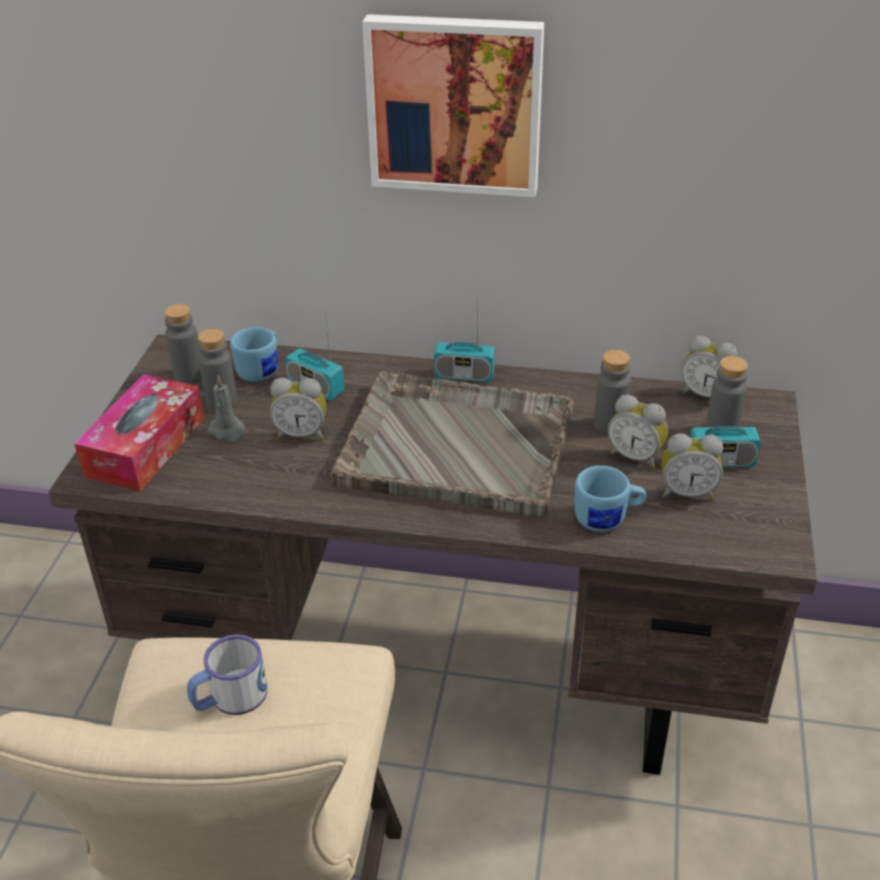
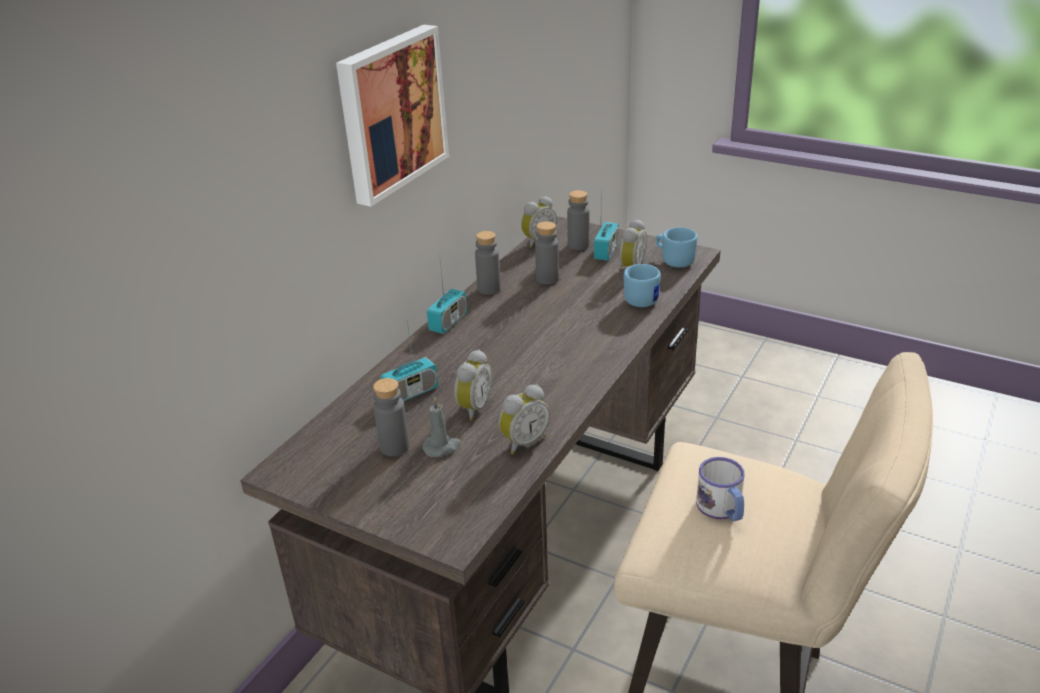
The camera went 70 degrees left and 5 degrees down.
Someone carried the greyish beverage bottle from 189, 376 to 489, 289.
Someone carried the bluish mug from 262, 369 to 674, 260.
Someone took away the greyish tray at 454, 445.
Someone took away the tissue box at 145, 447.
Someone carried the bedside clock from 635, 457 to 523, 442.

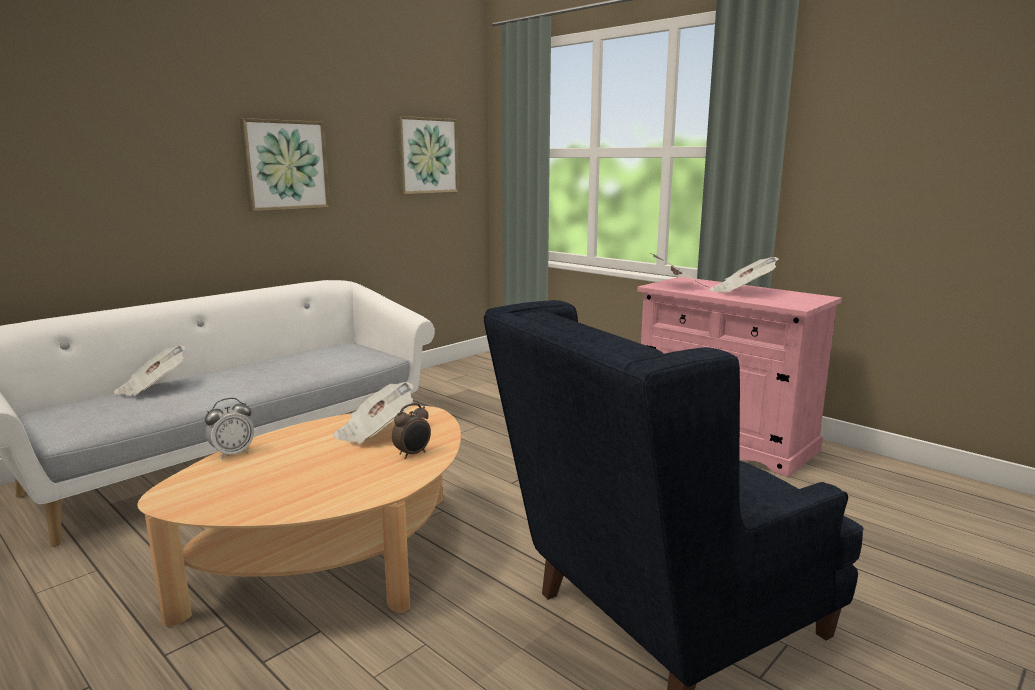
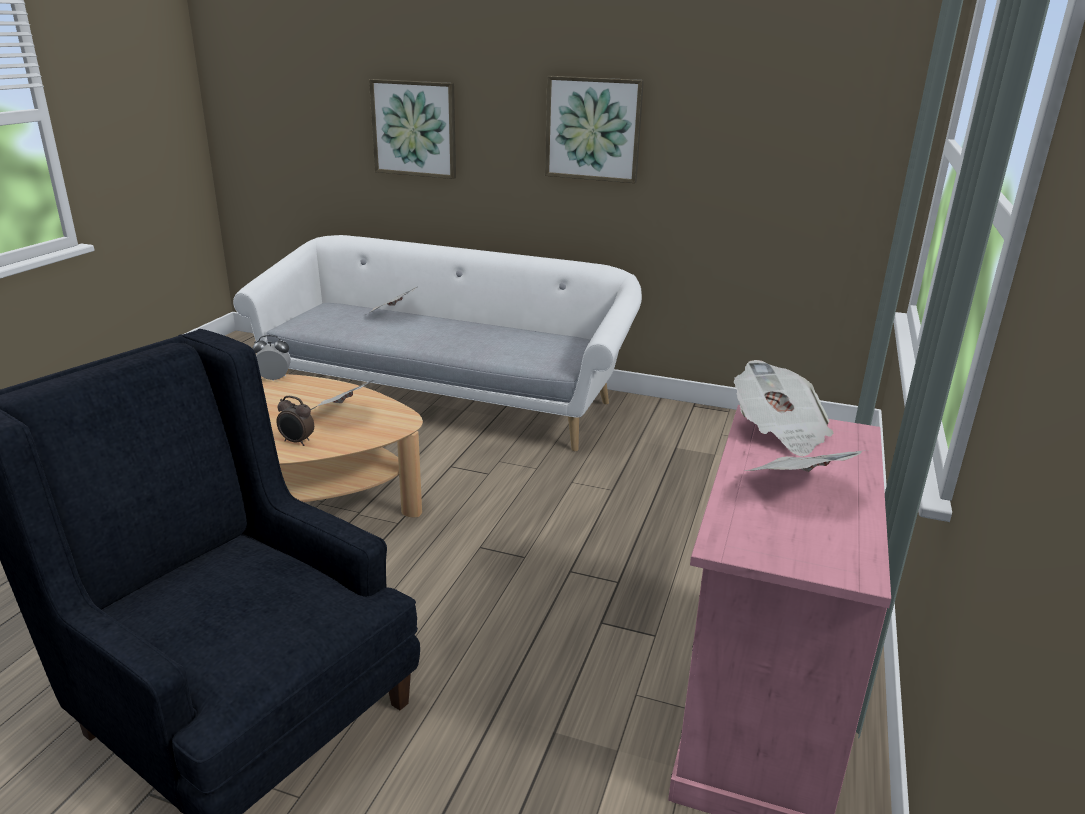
The camera went 65 degrees right and 10 degrees up.
Someone carried the wall art from 427, 155 to 414, 128.
Someone rotated the bedside clock at 232, 453 by 150 degrees clockwise.

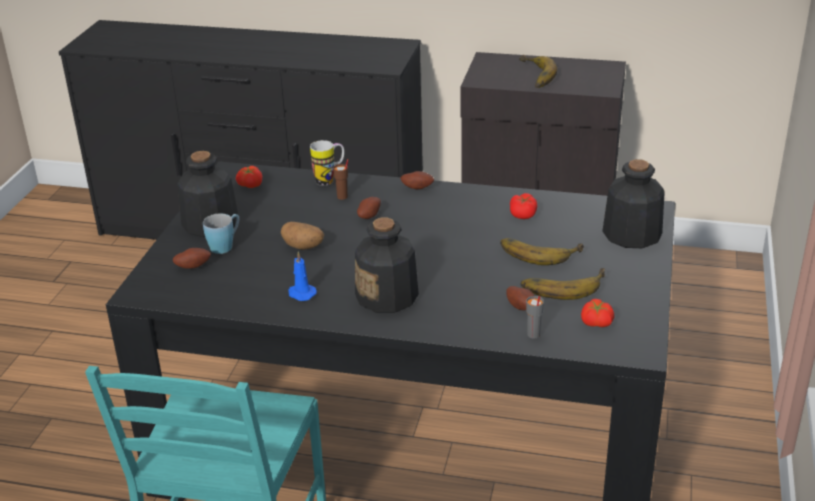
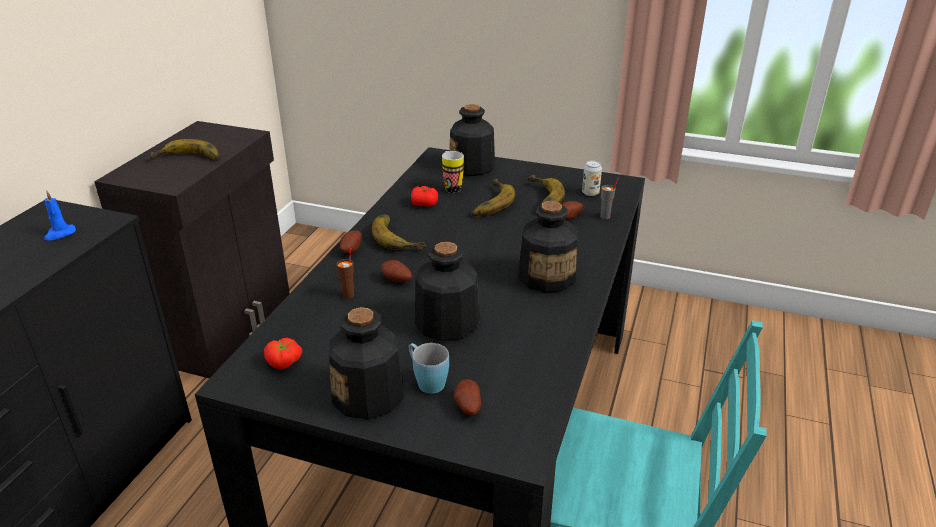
The camera went 85 degrees left and 0 degrees up.
Someone carried the mug from 329, 180 to 451, 187.
Someone swapped the spud at 303, 247 for the beverage bottle at 446, 323.
Someone carried the bluish wax candle from 301, 293 to 60, 234.
Someone swapped the tomato at 595, 323 for the metal can at 590, 193.
Someone put down the banana at 400, 236.

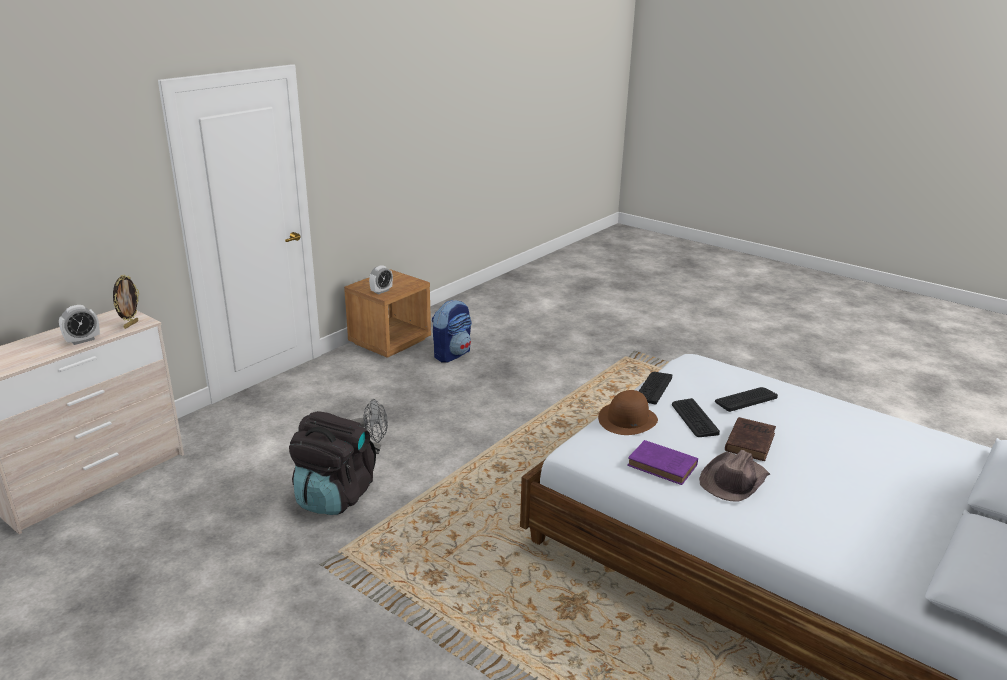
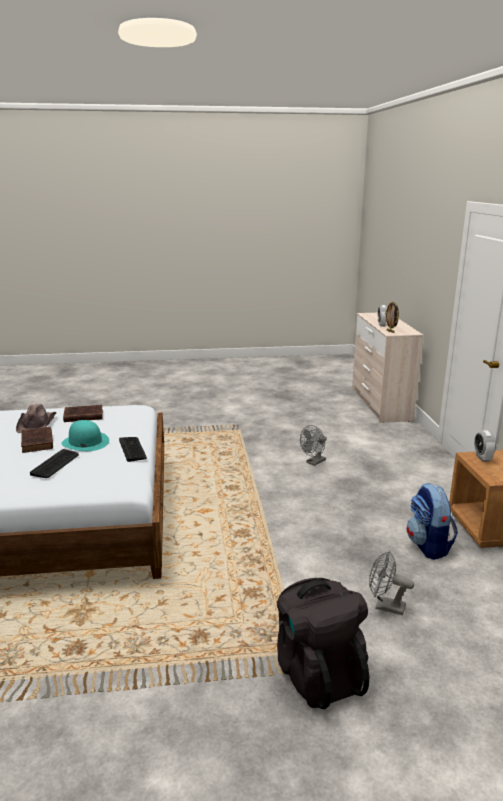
The camera went 135 degrees right and 5 degrees down.
Someone took away the brownish clothing hat at 627, 419.
Someone swapped the PC keyboard at 694, 418 for the turquoise clothing hat at 85, 442.
Someone carried the black-coloured backpack from 334, 496 to 317, 673.
Someone repainted the purple volume at 664, 466, which became the brownish volume at 82, 416.
Someone put down the greyish cooling fan at 385, 606.

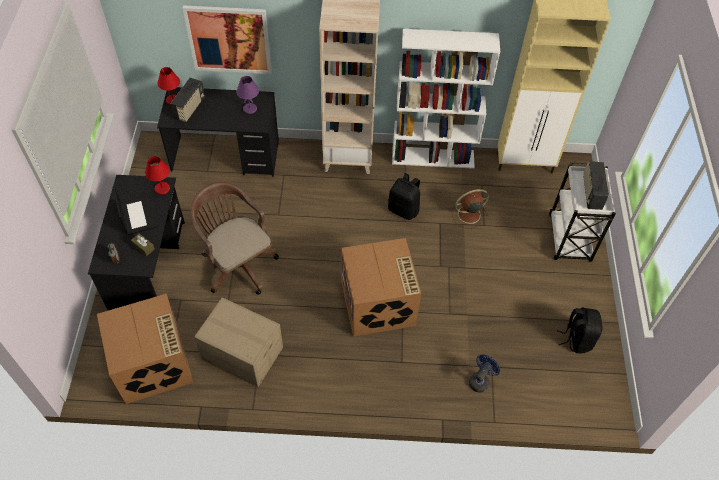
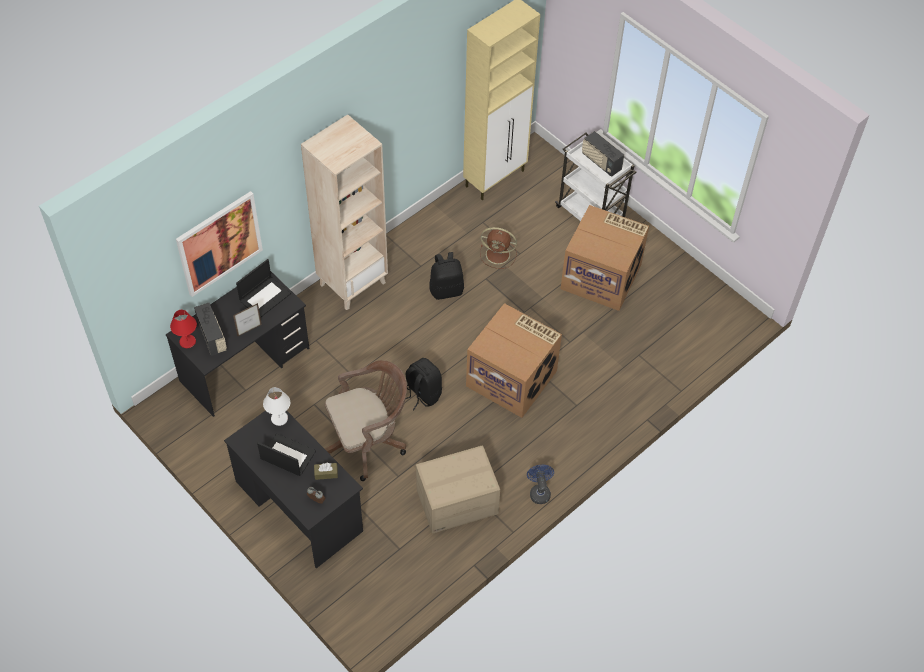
The camera went 45 degrees left and 0 degrees up.
Someone took away the white shelving unit at 433, 157.
Someone swapped the purple tabletop lamp at 250, 109 for the portable computer at 265, 296.
Someone repainted the reddish tabletop lamp at 162, 189, which became the white tabletop lamp at 279, 418.
Someone rotated the brownish office chair at 237, 263 by 150 degrees clockwise.
Someone rotated the brownish cooling fan at 468, 214 by 105 degrees counterclockwise.
Someone carried the packing box from 154, 364 to 602, 276.
Someone carried the black-coloured backpack from 576, 339 to 422, 394.
Someone carried the bluish cooling fan from 480, 380 to 539, 491.
Someone put down the picture frame at 249, 330.

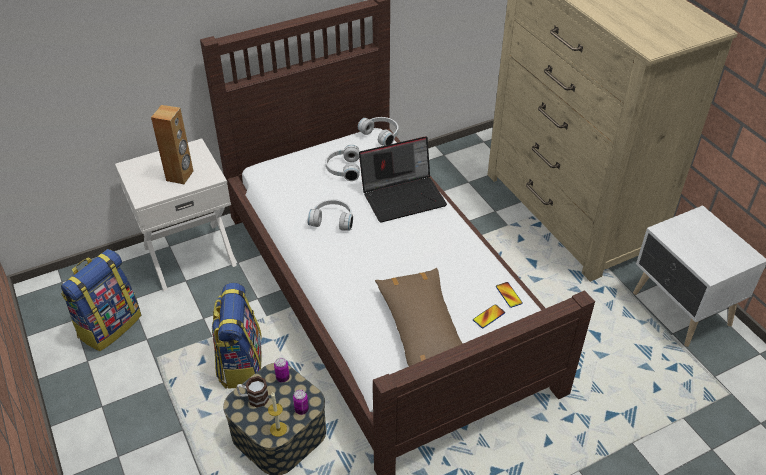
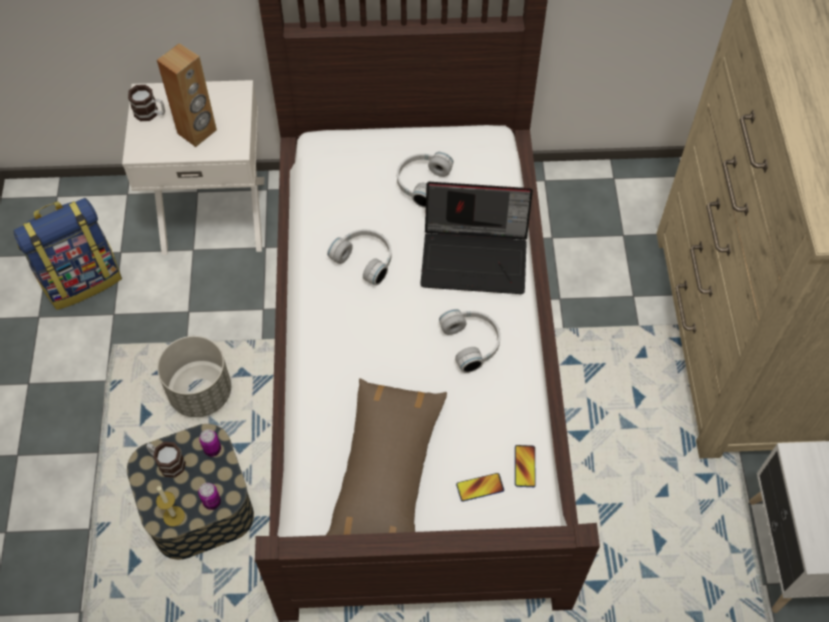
The camera went 25 degrees right and 15 degrees up.
Someone carried the white headphones from 381, 134 to 473, 342.
Someone swapped the backpack at 240, 363 for the greyish planter at 200, 392.
Someone put down the mug at 151, 113.

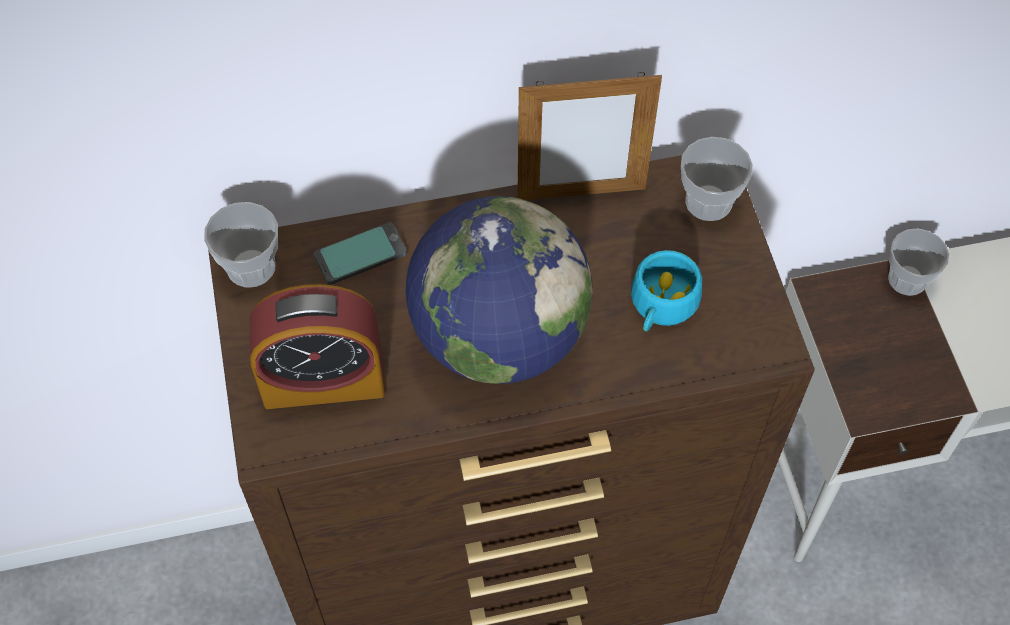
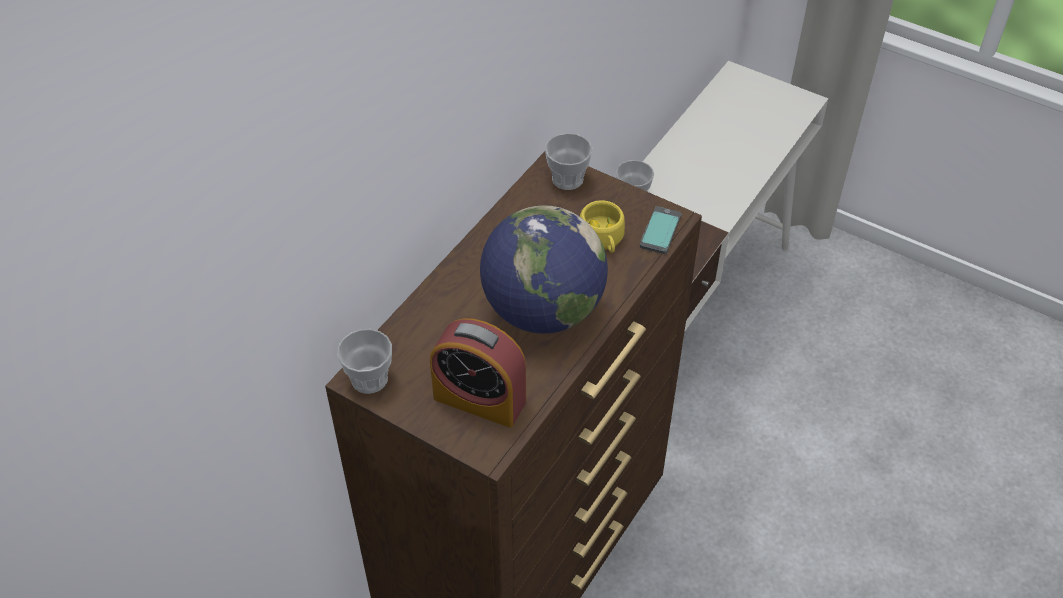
The camera went 45 degrees left and 10 degrees down.
Someone took away the picture frame at 581, 193.
Someone carried the phone from 360, 254 to 660, 231.
Someone repainted the turquoise small cup at 661, 306, which became the yellowish small cup at 602, 240.
Someone rotated the bedside clock at 323, 380 by 75 degrees clockwise.

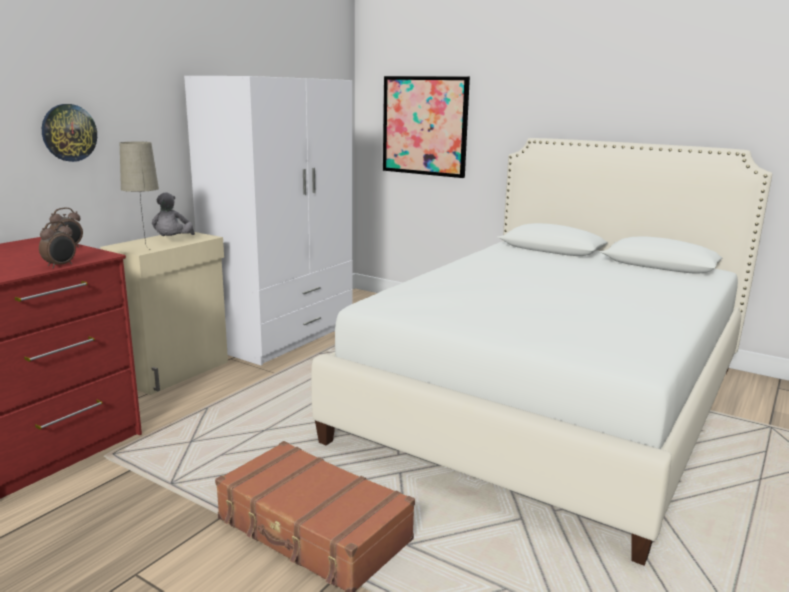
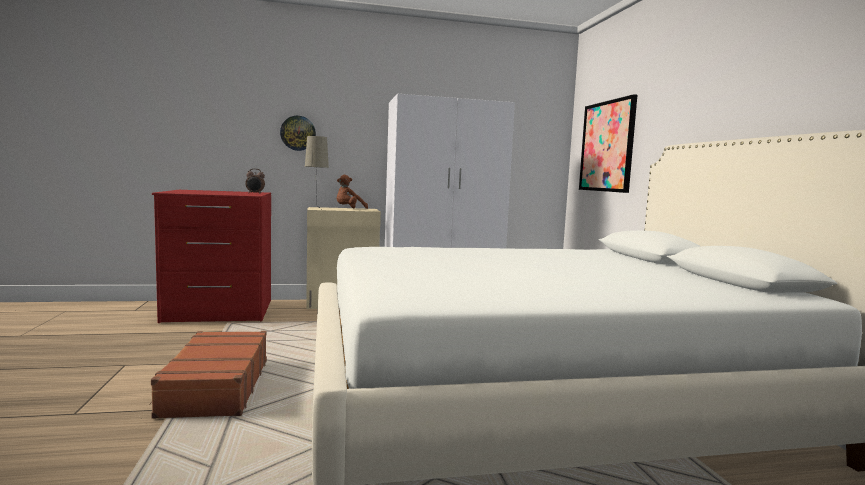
The camera went 45 degrees right and 10 degrees down.
Someone repainted the greyish soft toy at 173, 240, which became the brownish soft toy at 349, 209.
Someone took away the bedside clock at 60, 265.

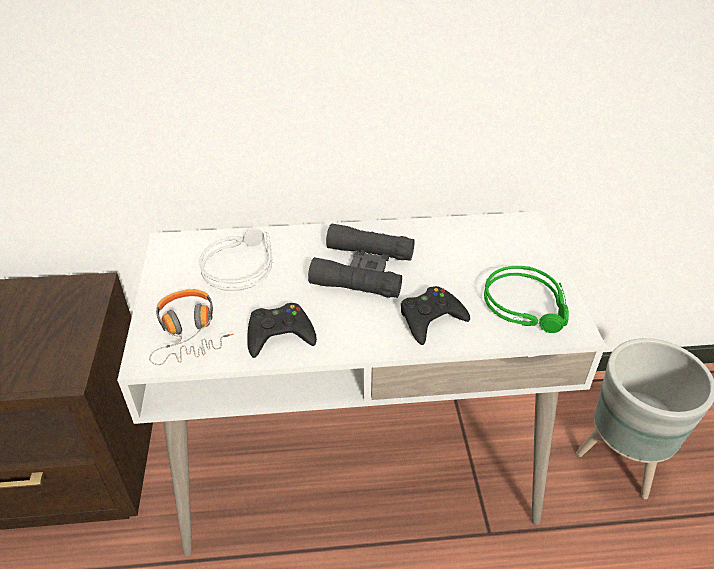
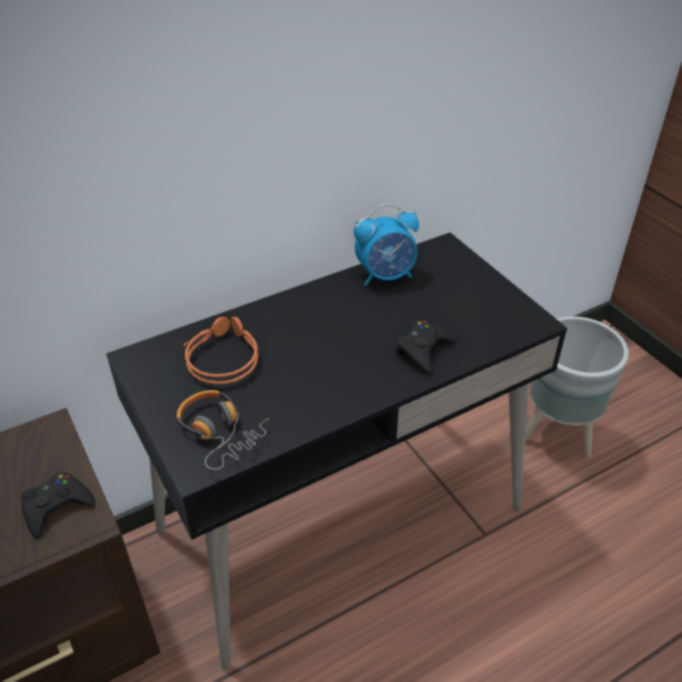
The camera went 25 degrees left and 0 degrees up.
Someone repainted the white desk unit at 357, 462, which became the black-coloured desk unit at 340, 519.
Someone took away the black-coloured field glasses at 363, 270.
Someone repainted the greyish headphones at 239, 265, which became the orange-coloured headphones at 221, 356.
Someone took away the greenish headphones at 528, 305.
Someone carried the black-coloured game controller from 279, 335 to 56, 507.
Someone put down the bedside clock at 386, 275.

